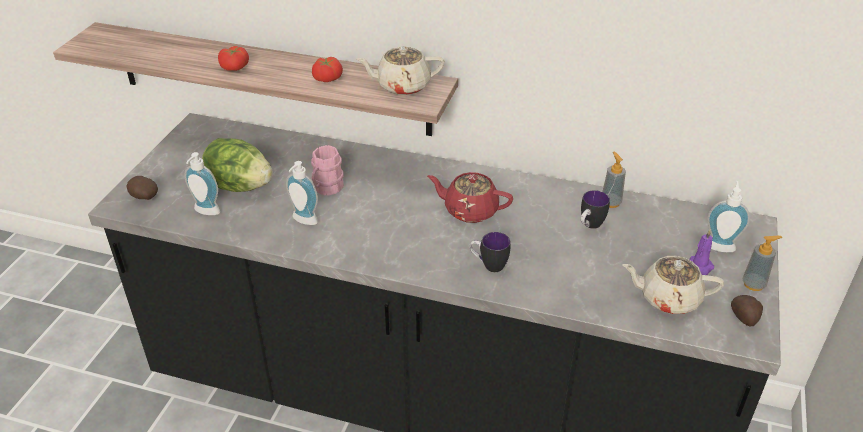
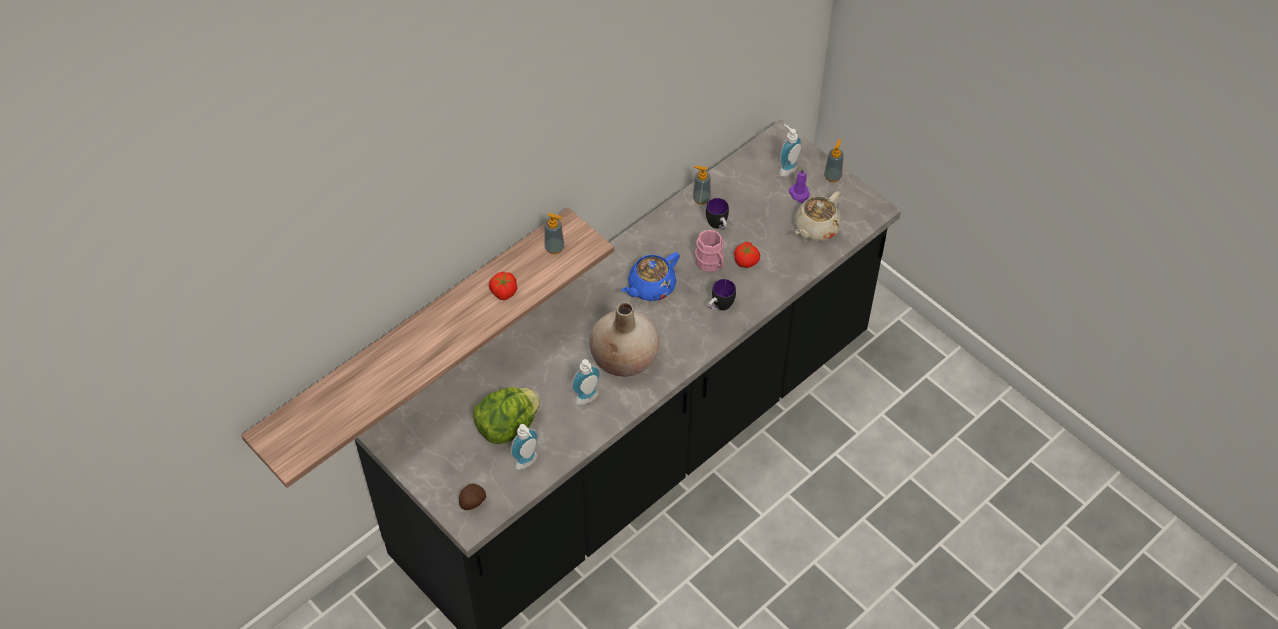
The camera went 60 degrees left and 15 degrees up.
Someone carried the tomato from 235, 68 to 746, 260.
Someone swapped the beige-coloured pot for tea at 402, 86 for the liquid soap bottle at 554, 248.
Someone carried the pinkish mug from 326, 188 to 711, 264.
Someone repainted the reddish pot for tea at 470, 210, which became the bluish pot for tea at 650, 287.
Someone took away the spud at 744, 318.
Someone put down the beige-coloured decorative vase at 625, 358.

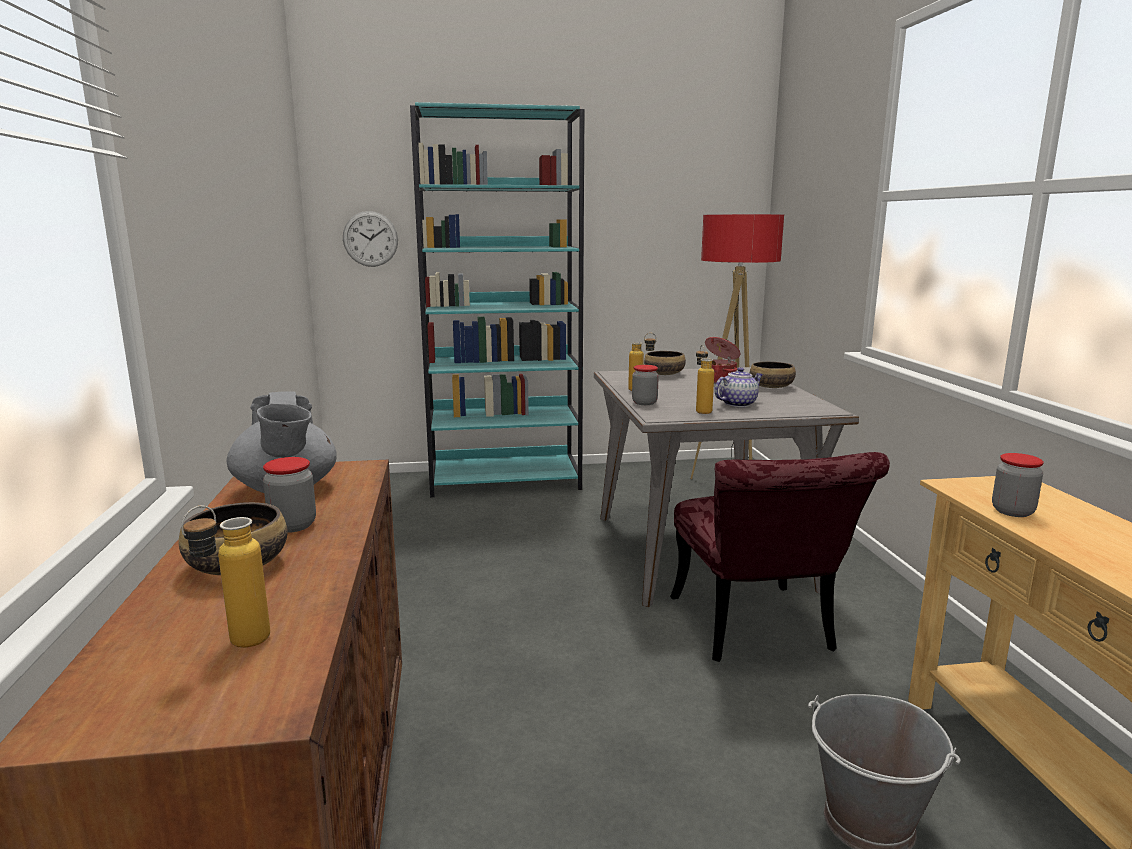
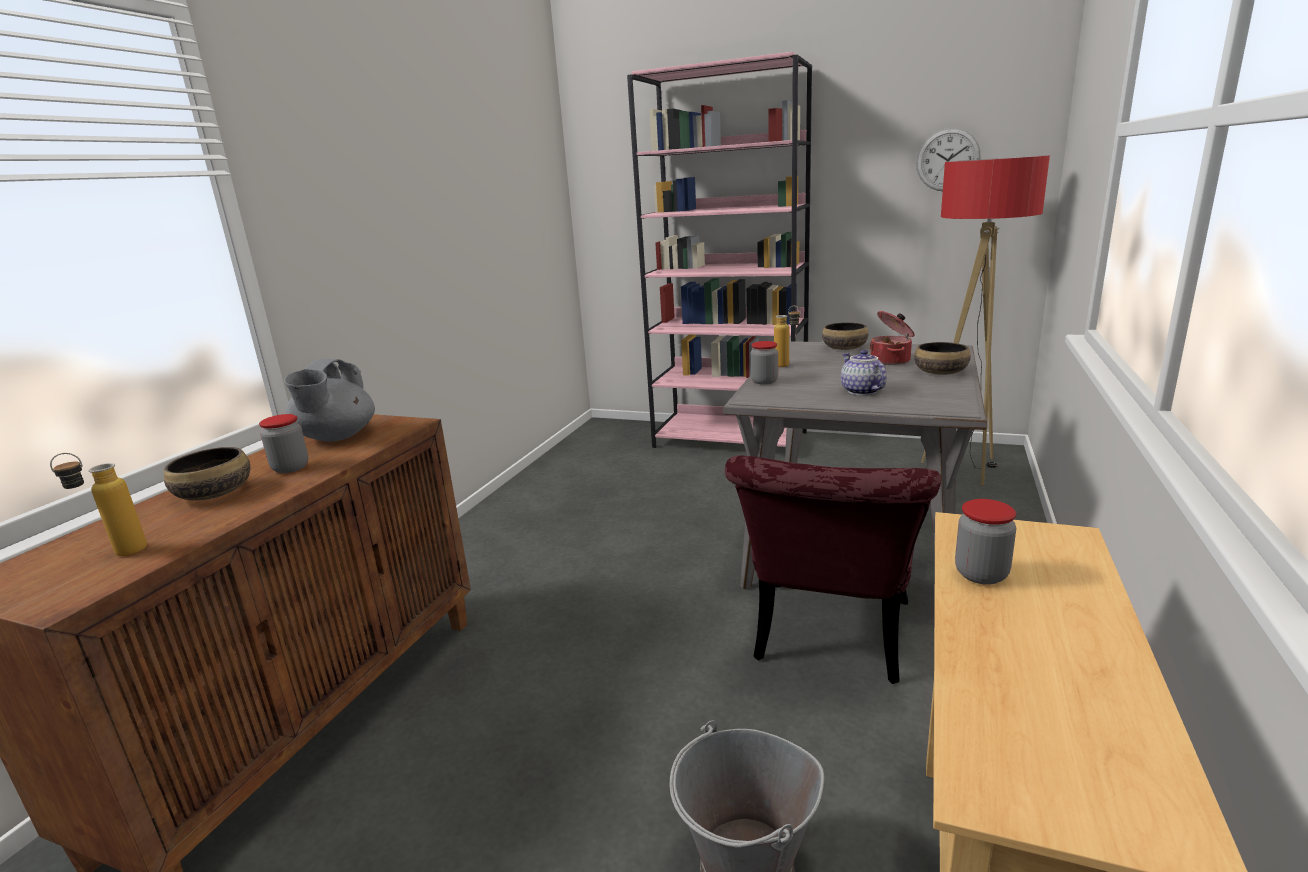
The camera went 30 degrees right and 5 degrees up.
Someone repainted the turquoise shelving unit at 505, 480, which became the pinkish shelving unit at 731, 439.
Someone carried the hanging clock from 370, 239 to 947, 160.
Someone took away the beverage bottle at 701, 410.
Someone rotated the pot for tea at 737, 404 by 105 degrees counterclockwise.

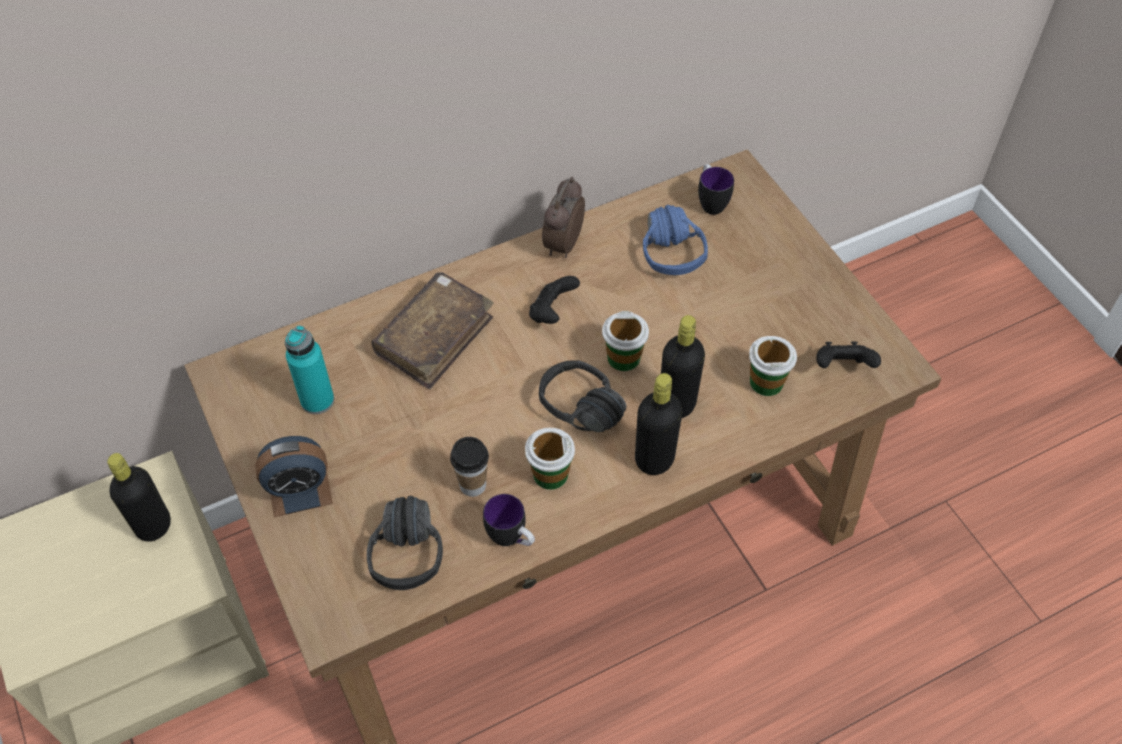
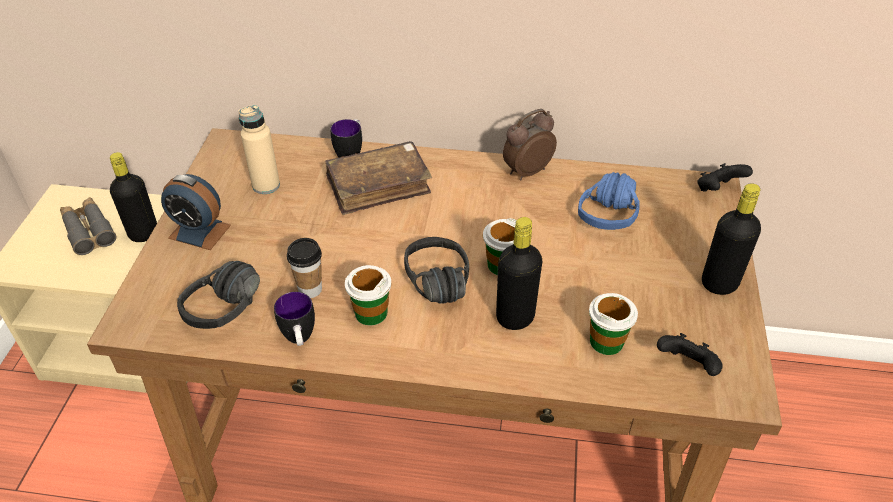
The camera went 35 degrees right and 10 degrees down.
Someone carried the mug from 710, 202 to 351, 153.
Someone carried the black-coloured game controller from 552, 312 to 717, 190.
Someone repainted the turquoise beverage bottle at 317, 400, which became the beige-coloured beverage bottle at 266, 185.
Someone carried the black-coloured beverage bottle from 654, 459 to 719, 283.
Someone put down the greyish field glasses at 88, 231.

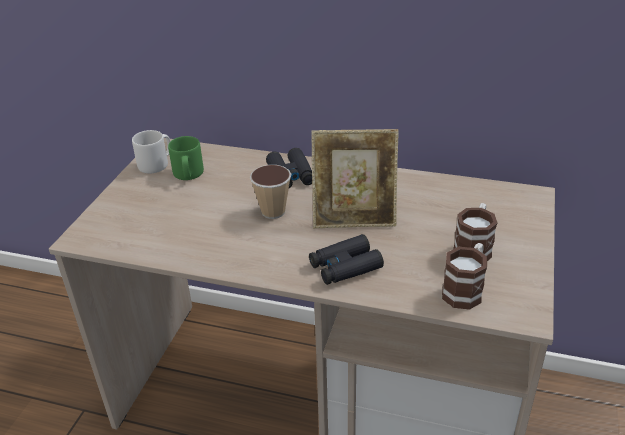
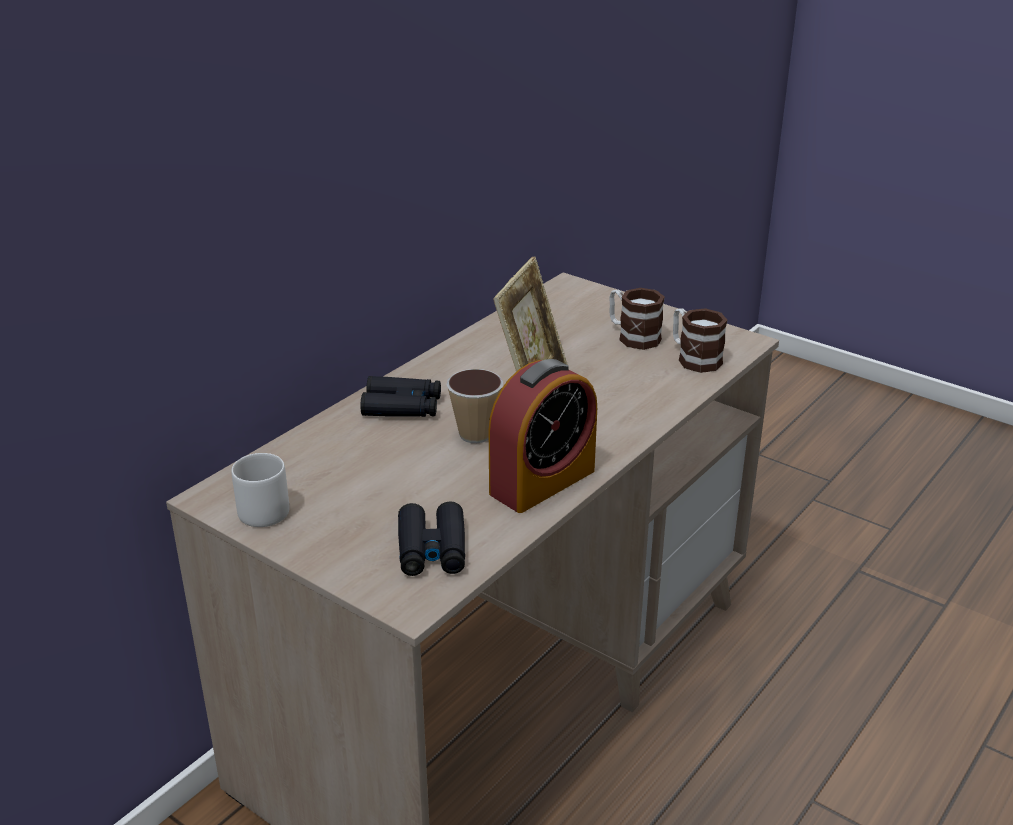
The camera went 70 degrees left and 5 degrees down.
Someone took away the greenish mug at 188, 175.
Someone carried the black-coloured field glasses from 345, 267 to 432, 550.
Someone put down the bedside clock at 542, 482.

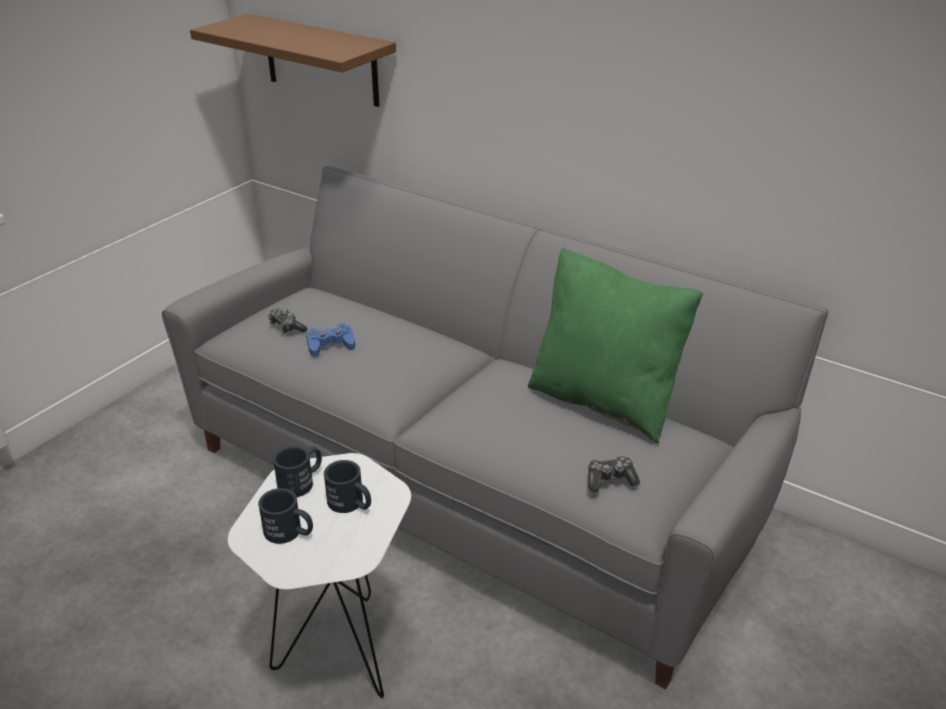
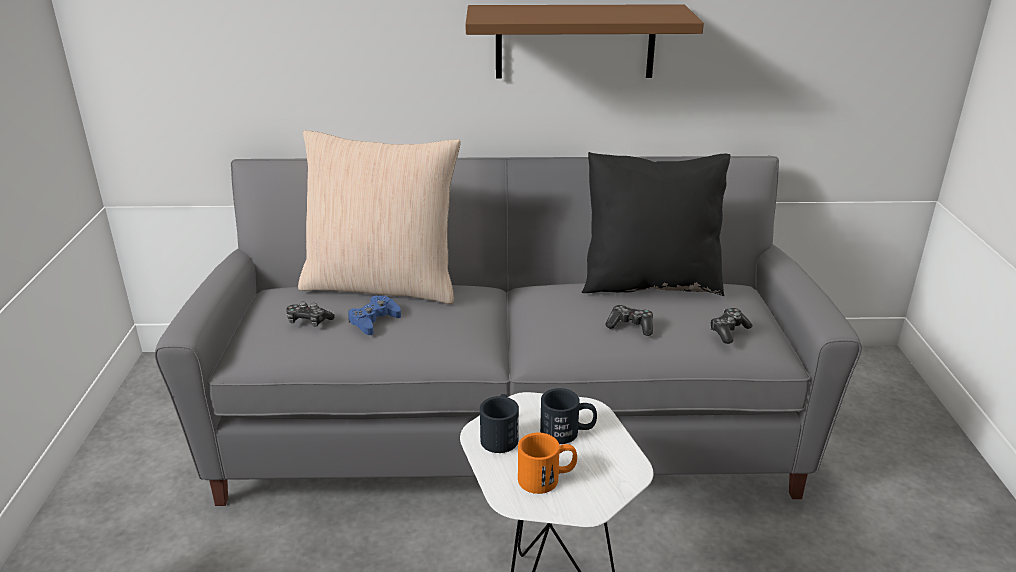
The camera went 35 degrees left and 5 degrees down.
Someone carried the brownish bracket shelf from 321, 60 to 575, 41.
Someone repainted the greenish pillow at 604, 401, which became the black-coloured pillow at 650, 283.
Someone repainted the black-coloured mug at 290, 532, which became the orange-coloured mug at 547, 478.
Someone put down the beige-coloured pillow at 383, 284.
Someone put down the game controller at 631, 326.

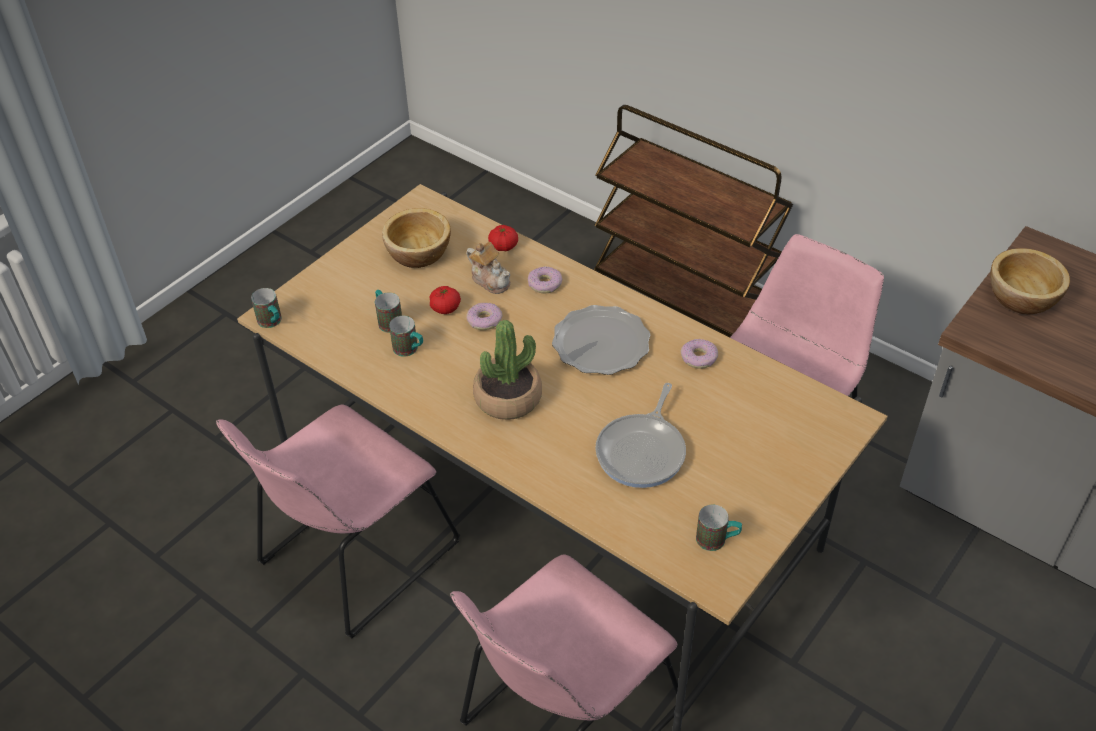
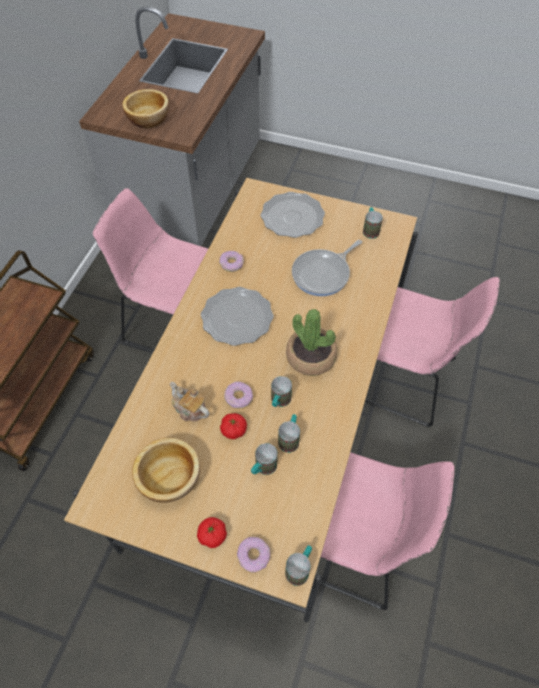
The camera went 110 degrees left and 10 degrees up.
Someone carried the tomato from 503, 246 to 212, 535.
Someone rotated the pot for tea at 490, 280 by 75 degrees counterclockwise.
Someone carried the ring doughnut from 545, 284 to 254, 555.
Someone rotated the frying pan at 643, 451 by 135 degrees clockwise.
Someone put down the plate at 292, 217.
Someone put down the mug at 279, 402.

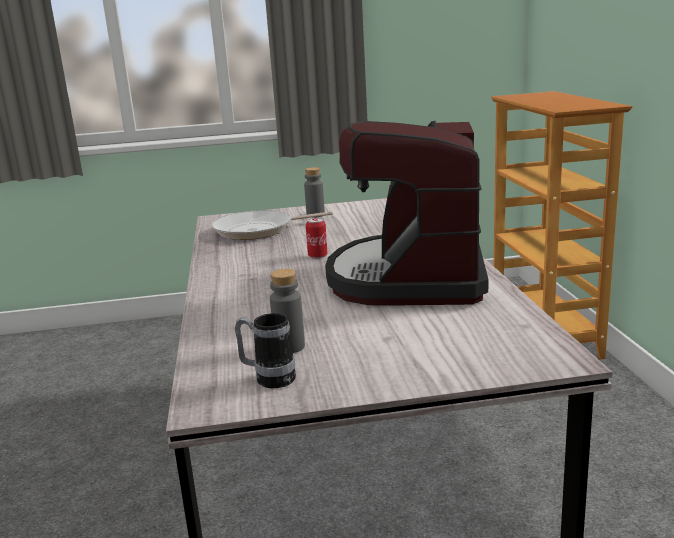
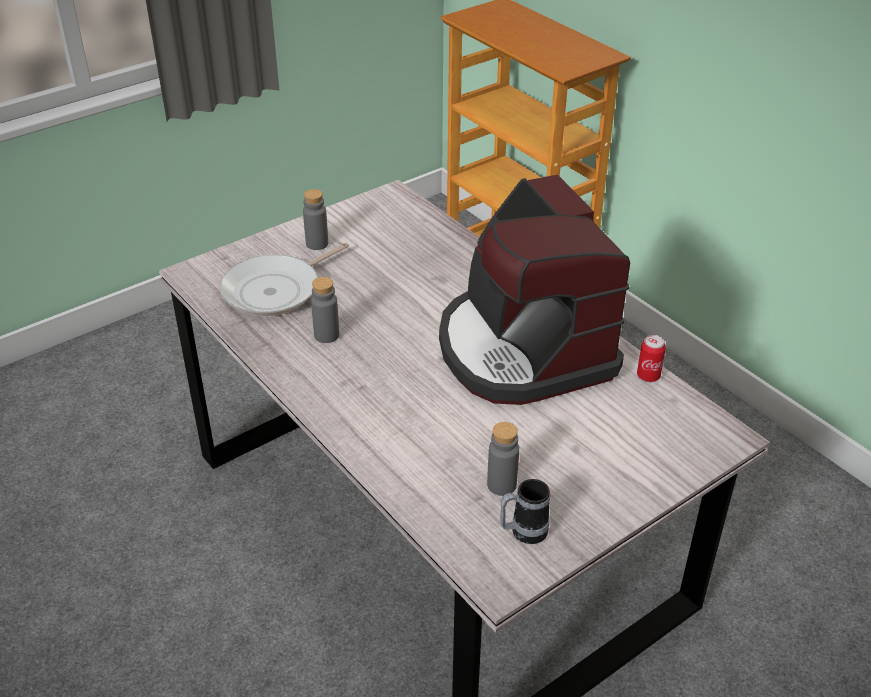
The camera went 30 degrees left and 20 degrees up.
Someone carried the metal can from 317, 256 to 648, 376.
Someone put down the greyish beverage bottle at 326, 335.

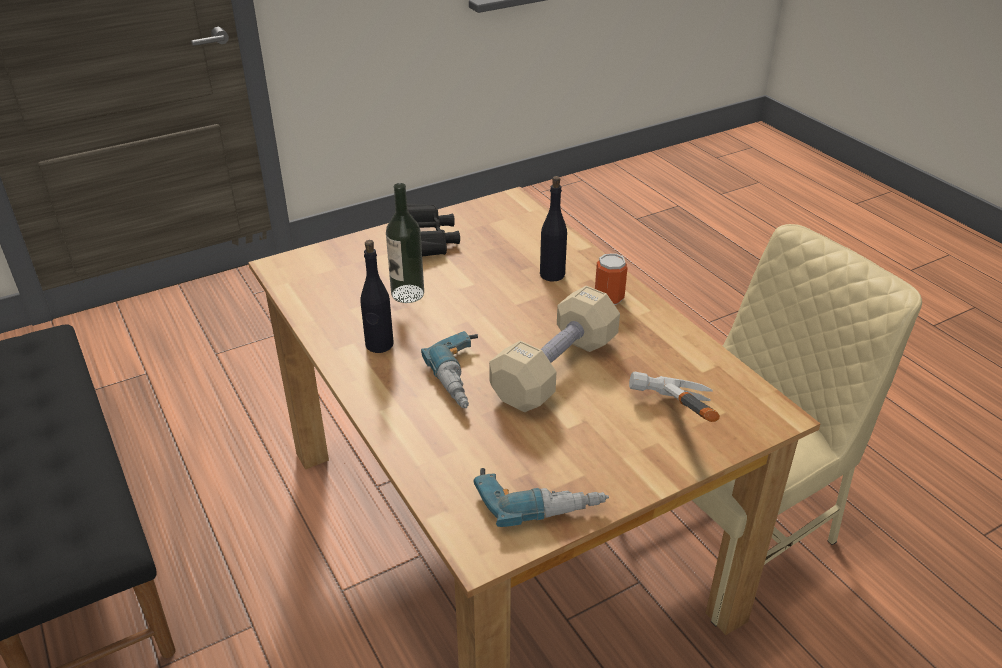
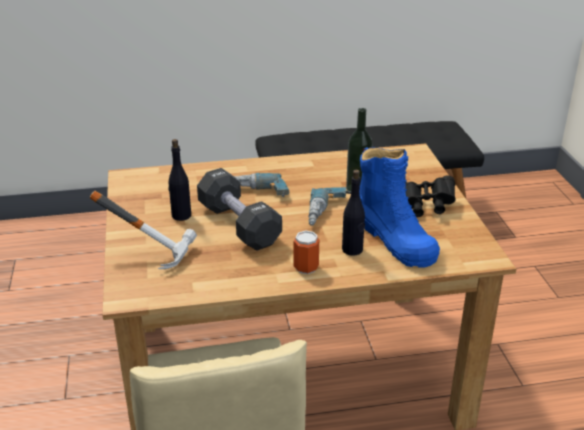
The camera went 110 degrees right and 5 degrees down.
Someone carried the black-coloured beverage bottle from 379, 345 to 181, 215.
Someone repainted the beige-coloured dumbbell at 555, 369, which became the black-coloured dumbbell at 239, 225.
Someone carried the drill from 539, 499 to 329, 213.
Someone put down the bluish boot at 394, 239.

